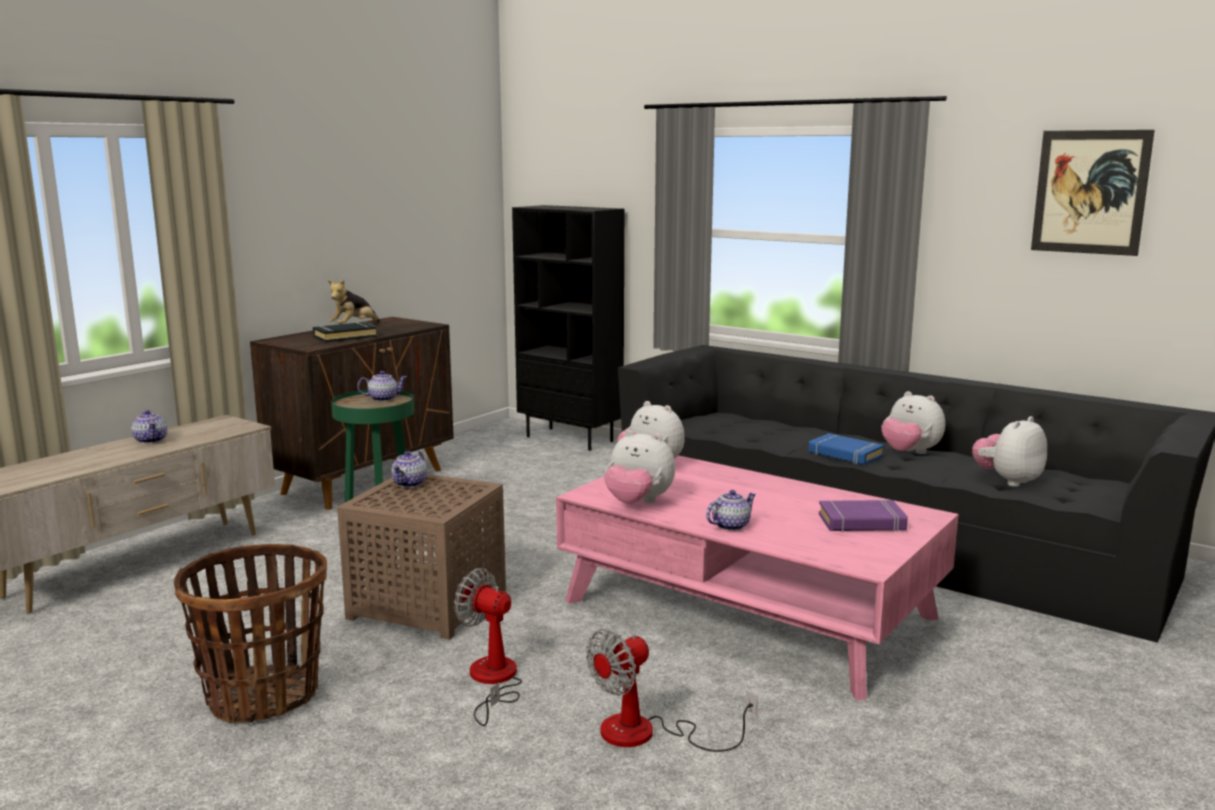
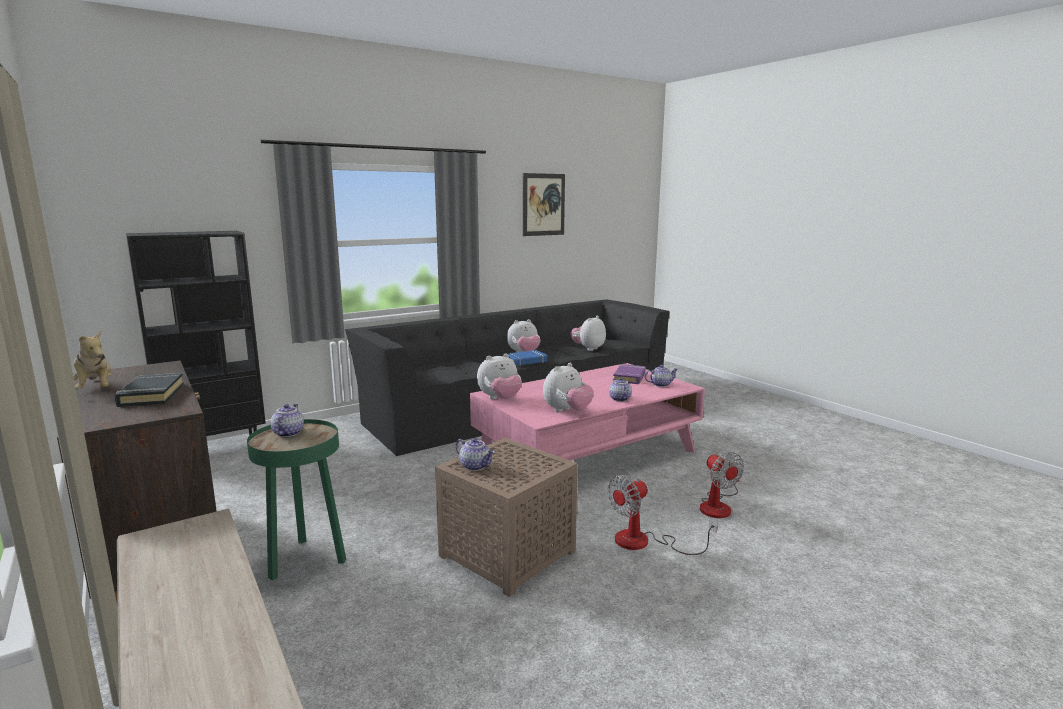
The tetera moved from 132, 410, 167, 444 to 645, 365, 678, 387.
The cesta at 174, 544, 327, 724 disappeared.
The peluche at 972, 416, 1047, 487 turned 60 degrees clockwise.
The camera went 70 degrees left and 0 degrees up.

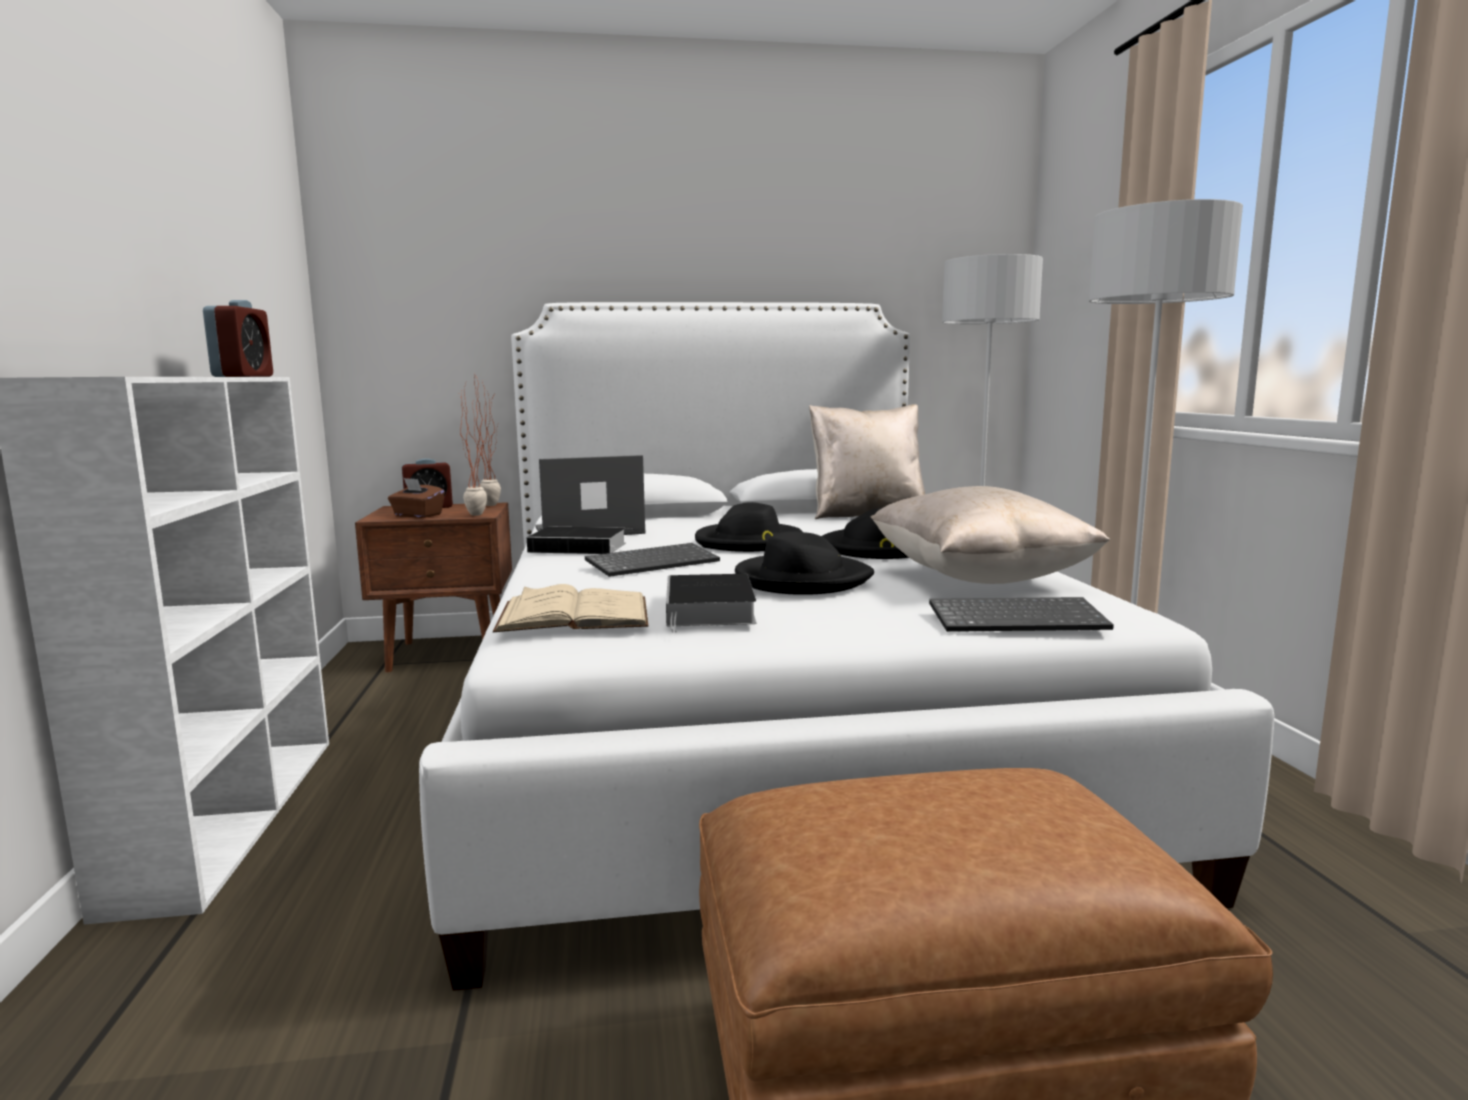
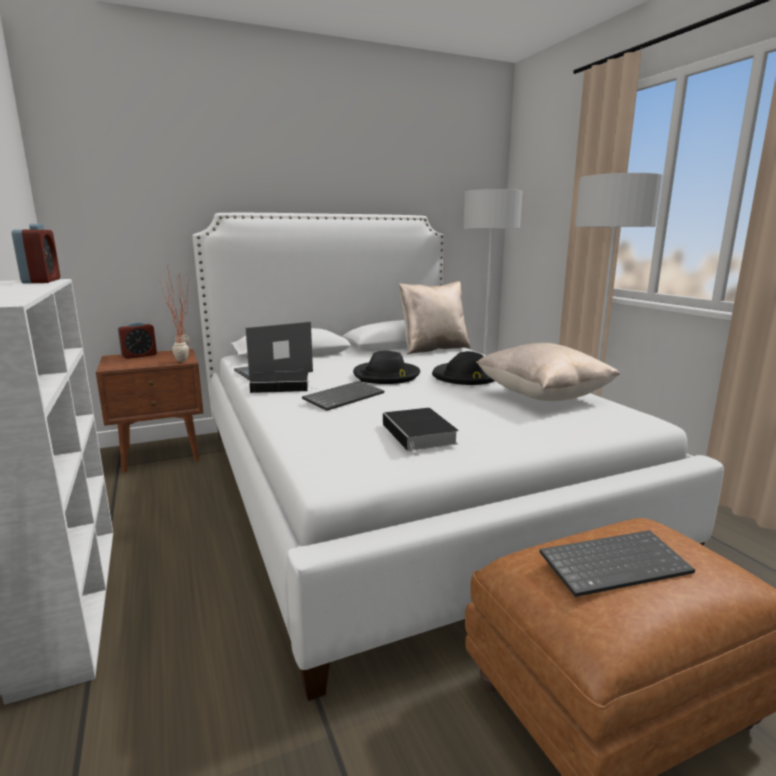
The caja de pañuelos/marrón at 388, 478, 445, 518 disappeared.
The libro/beis at 493, 584, 648, 632 disappeared.
The sombrero/negro at 735, 531, 874, 595 disappeared.
The teclado moved from 929, 597, 1114, 632 to 539, 530, 695, 597.
The camera went 15 degrees left and 5 degrees up.

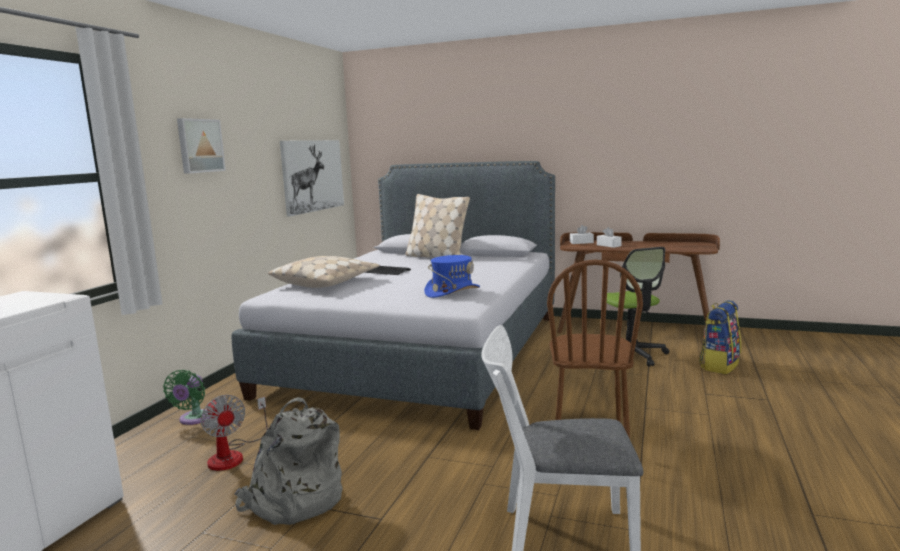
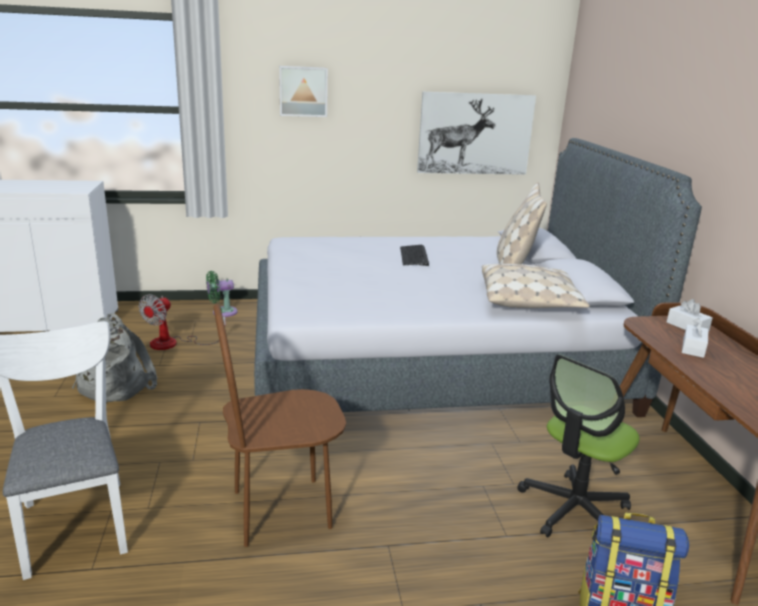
The cojín/beis moved from 268, 256, 380, 288 to 482, 264, 590, 308.
The sombrero/azul at 424, 255, 480, 298 disappeared.
The camera went 60 degrees right and 10 degrees up.

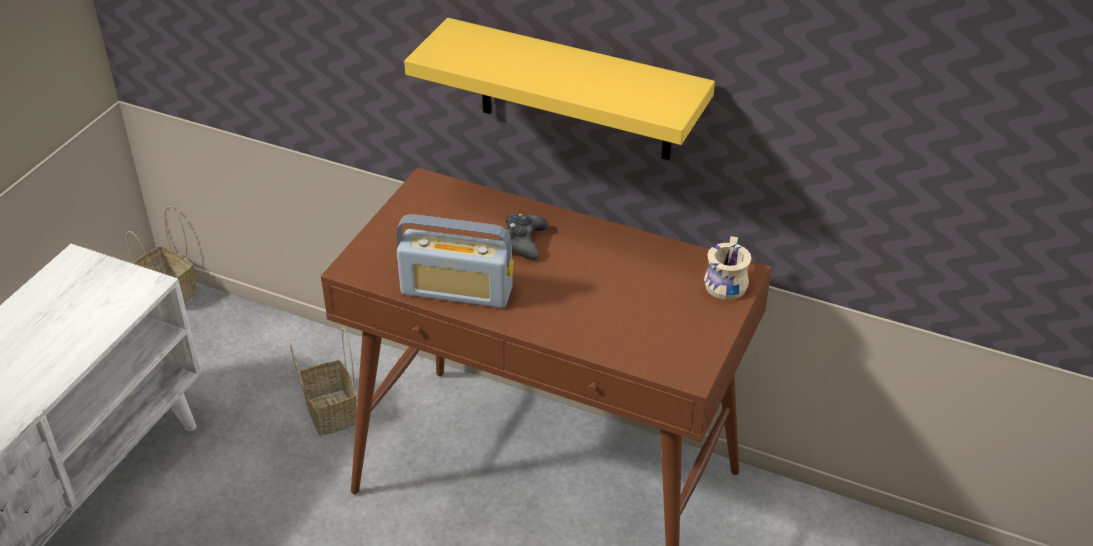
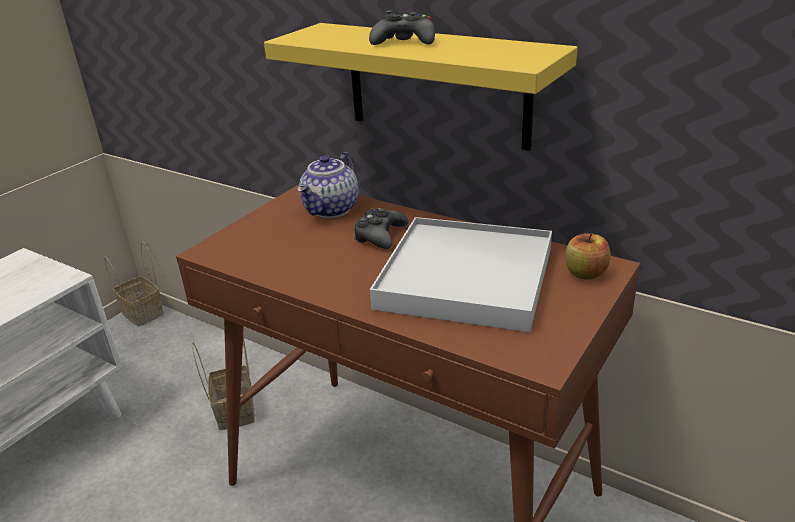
The radio at 396, 214, 514, 308 disappeared.
The taza grande/beis at 704, 236, 751, 300 was replaced by the manzana at 565, 233, 610, 280.
The tetera at 297, 152, 358, 218 appeared.
The mando de consola/negro at 369, 10, 435, 45 appeared.
The bandeja/blanco at 370, 217, 552, 332 appeared.
The camera went 10 degrees right and 10 degrees down.

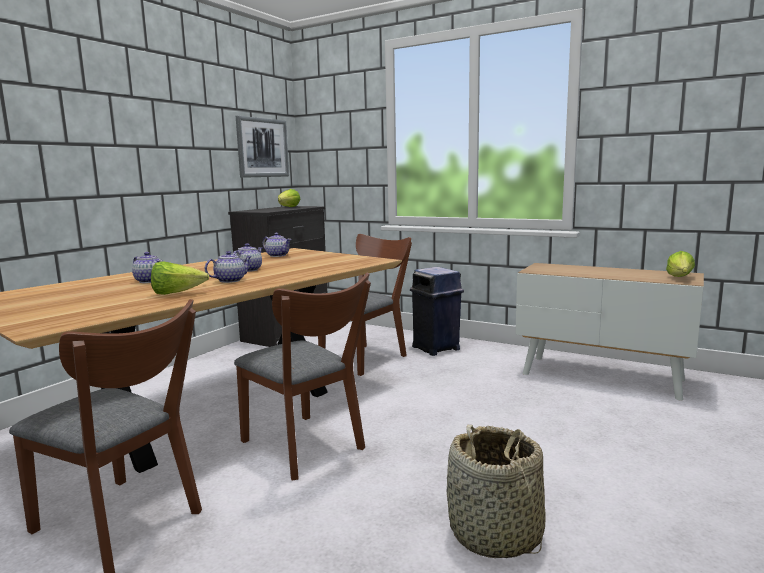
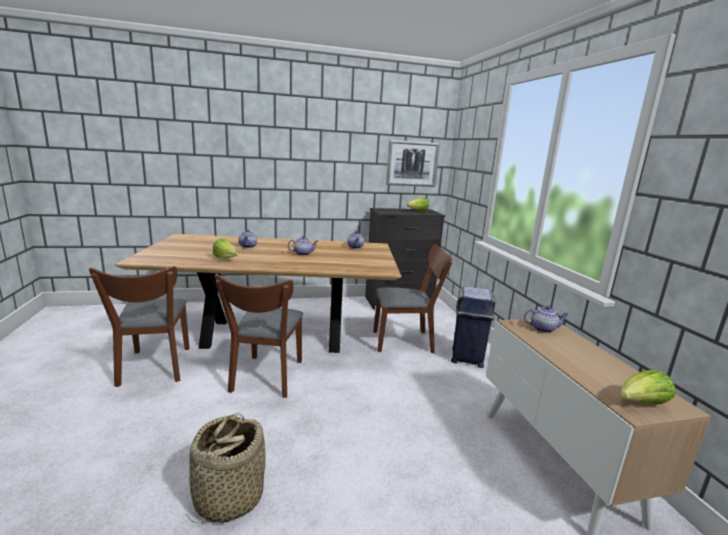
The tetera moved from 205, 251, 252, 283 to 524, 306, 569, 333.
The camera went 45 degrees right and 5 degrees up.

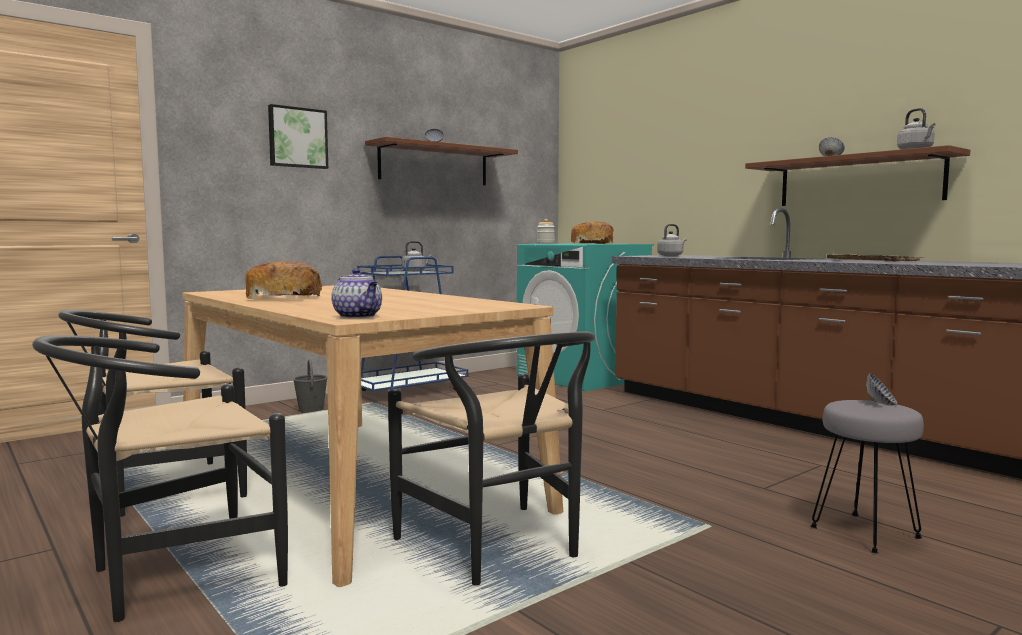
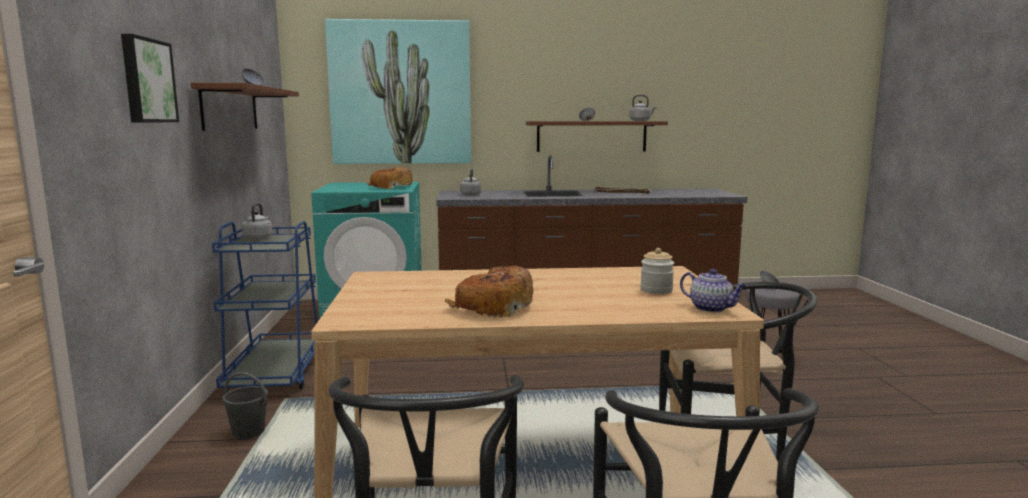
The tetera at 331, 268, 382, 318 turned 45 degrees clockwise.
The tarro moved from 537, 219, 555, 244 to 640, 248, 674, 294.
The cuadro at 325, 19, 471, 164 appeared.
The camera went 55 degrees left and 5 degrees up.

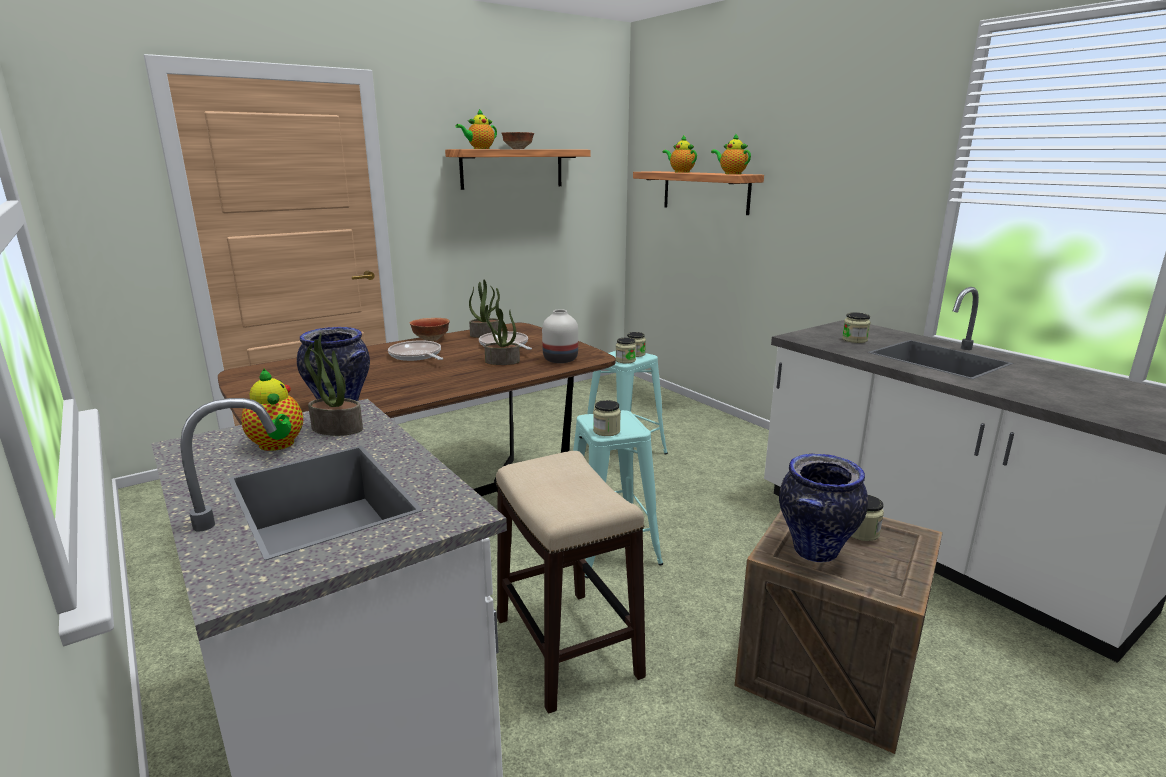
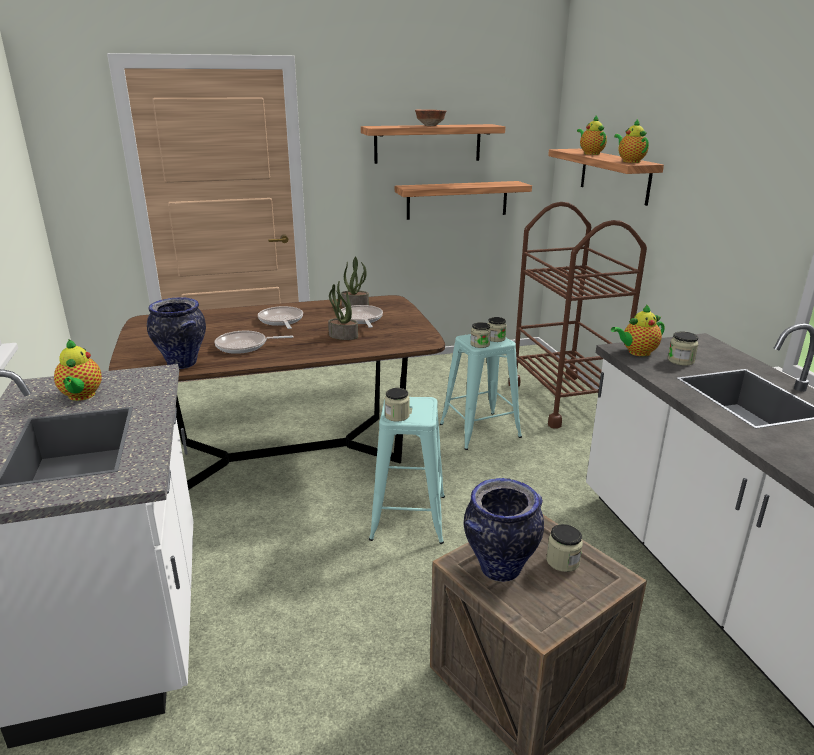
The planta en maceta at 304, 333, 363, 436 disappeared.
The cuenco at 410, 318, 450, 341 disappeared.
The tetera moved from 455, 109, 497, 149 to 611, 304, 665, 356.
The taburete at 496, 451, 646, 714 disappeared.
The florero/blanco at 542, 309, 578, 363 disappeared.
The sartén at 215, 331, 294, 354 appeared.
The estante at 395, 181, 532, 220 appeared.
The carrito/marrón at 508, 202, 647, 428 appeared.
The camera went 20 degrees right and 5 degrees up.

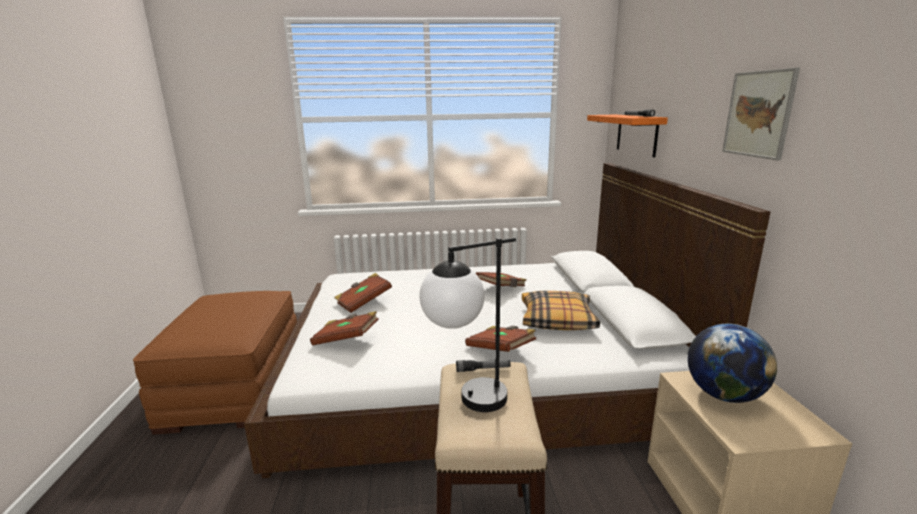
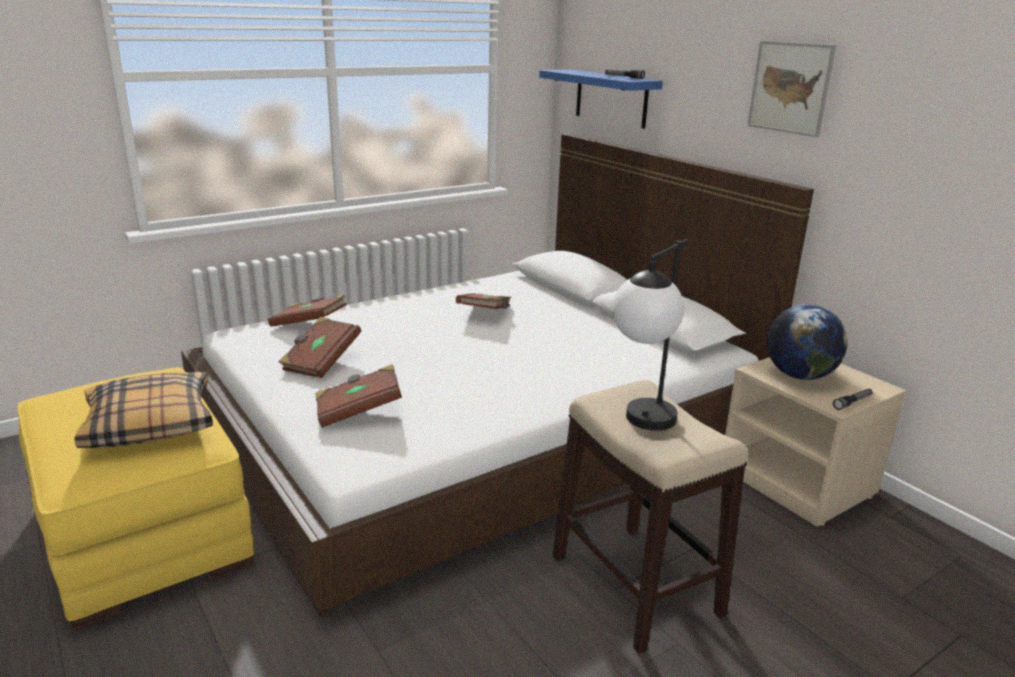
The puf/marrón at 133, 291, 297, 435 became the puf/amarillo at 18, 367, 254, 630.
The linterna moved from 456, 360, 511, 372 to 833, 389, 873, 410.
The libro/marrón moved from 465, 326, 536, 352 to 268, 295, 347, 327.
The cojín moved from 522, 291, 600, 330 to 74, 372, 213, 448.
The estante/naranja at 587, 115, 668, 158 became the estante/azul at 539, 69, 663, 129.
The camera went 30 degrees left and 5 degrees up.

